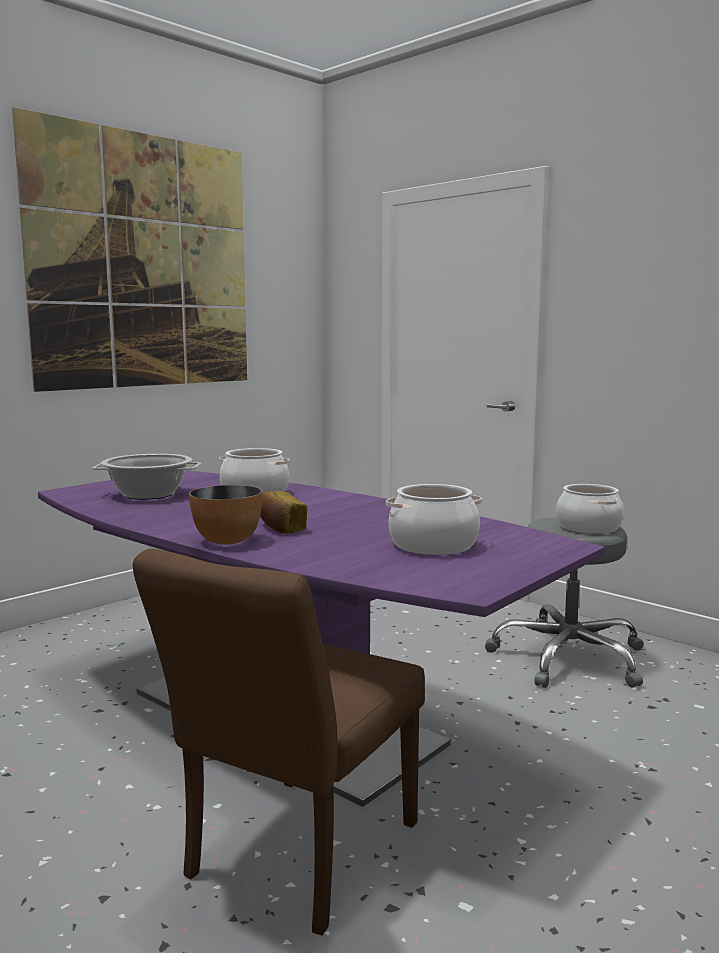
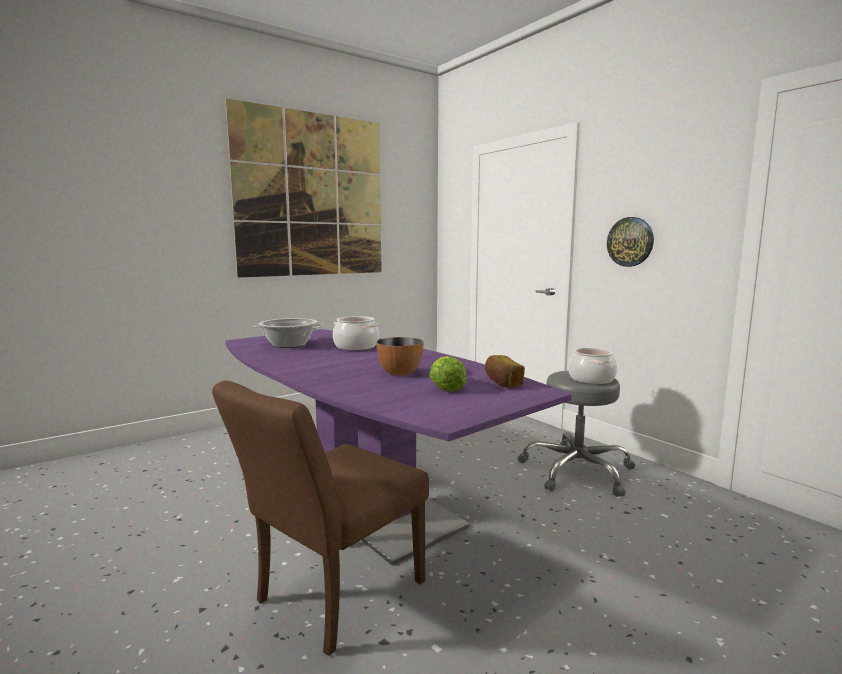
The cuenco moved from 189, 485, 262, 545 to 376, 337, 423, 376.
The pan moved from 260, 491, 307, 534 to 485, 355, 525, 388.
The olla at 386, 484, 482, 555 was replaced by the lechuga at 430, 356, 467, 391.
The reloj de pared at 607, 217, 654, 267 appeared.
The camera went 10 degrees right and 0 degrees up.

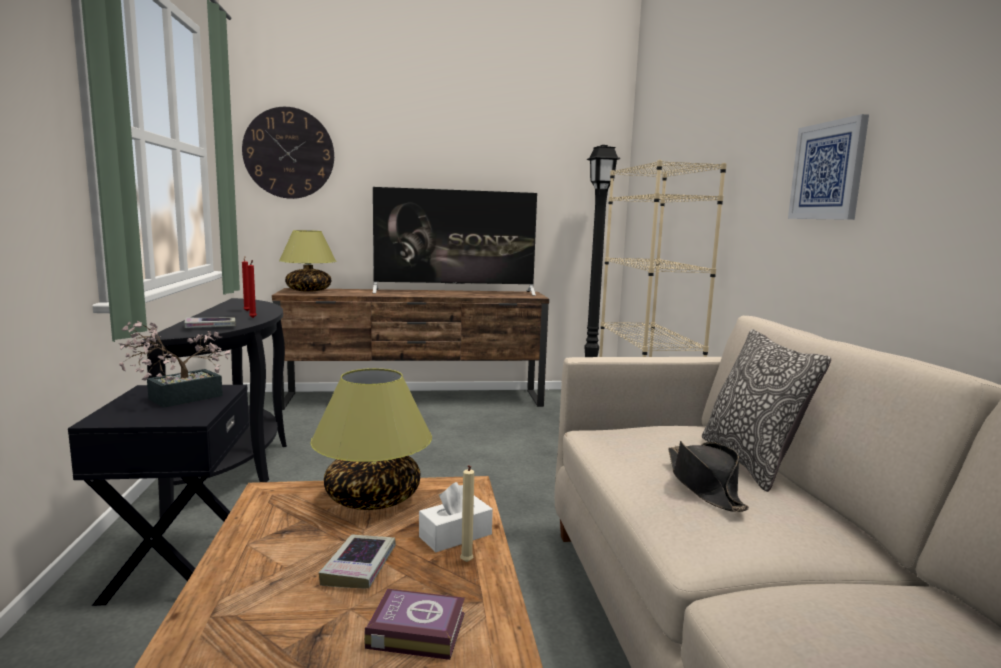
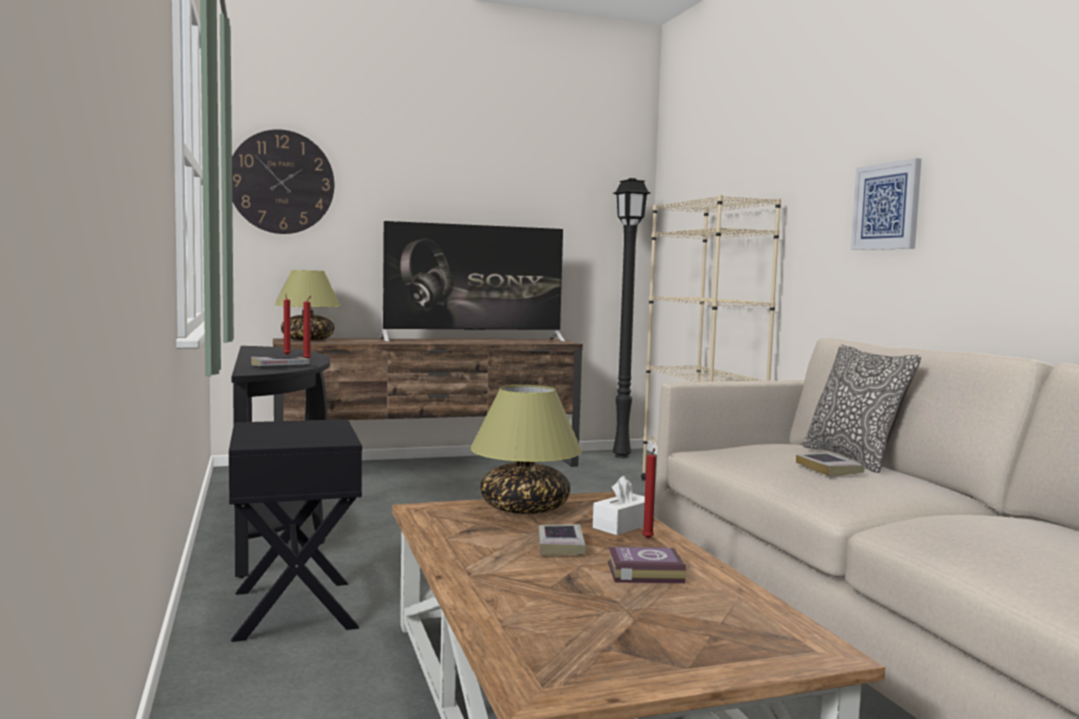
The planta en maceta at 119, 321, 230, 408 disappeared.
The vela/beis at 460, 465, 474, 562 became the vela/rojo at 642, 448, 656, 539.
The sombrero/negro at 668, 441, 749, 512 was replaced by the libro at 796, 452, 864, 476.
The camera went 10 degrees left and 5 degrees down.

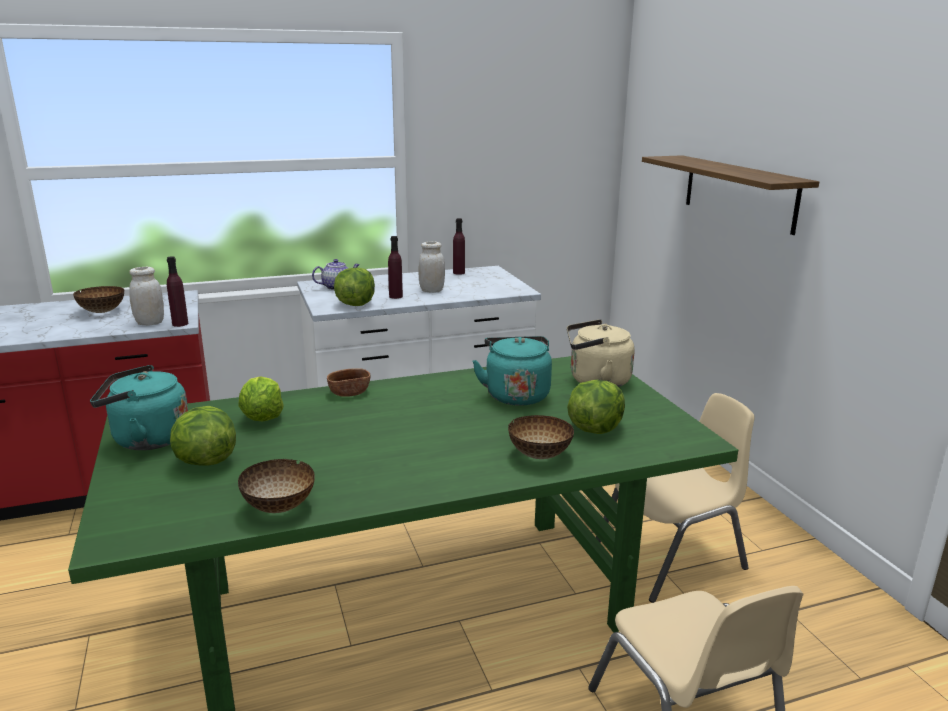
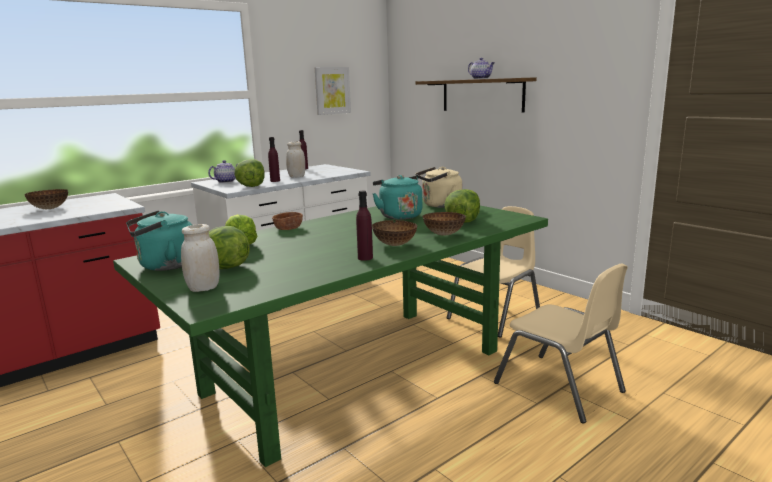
The tarro/blanco moved from 129, 267, 164, 325 to 181, 224, 220, 292.
The botella/morado moved from 167, 256, 188, 327 to 356, 191, 373, 261.
The cuenco moved from 238, 459, 315, 513 to 372, 220, 417, 246.
The cuadro at 315, 67, 351, 115 appeared.
The tetera at 468, 58, 495, 79 appeared.
The camera went 20 degrees left and 5 degrees down.

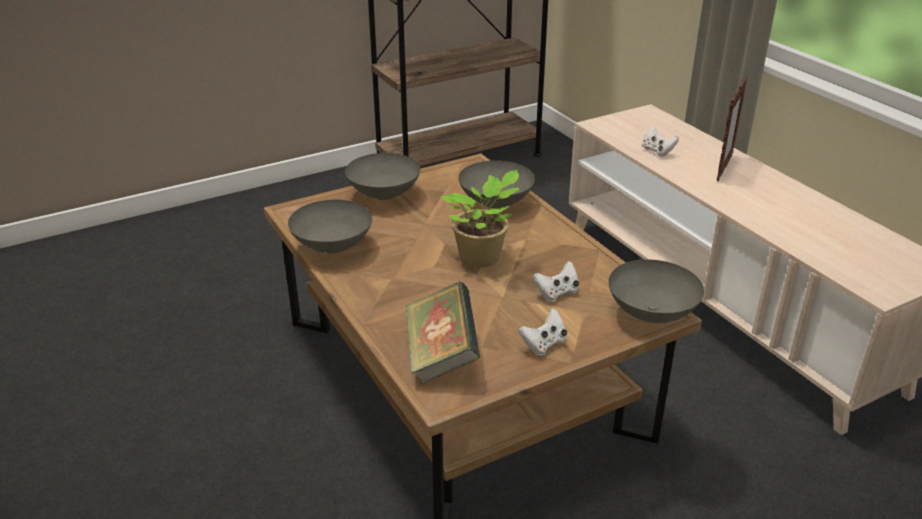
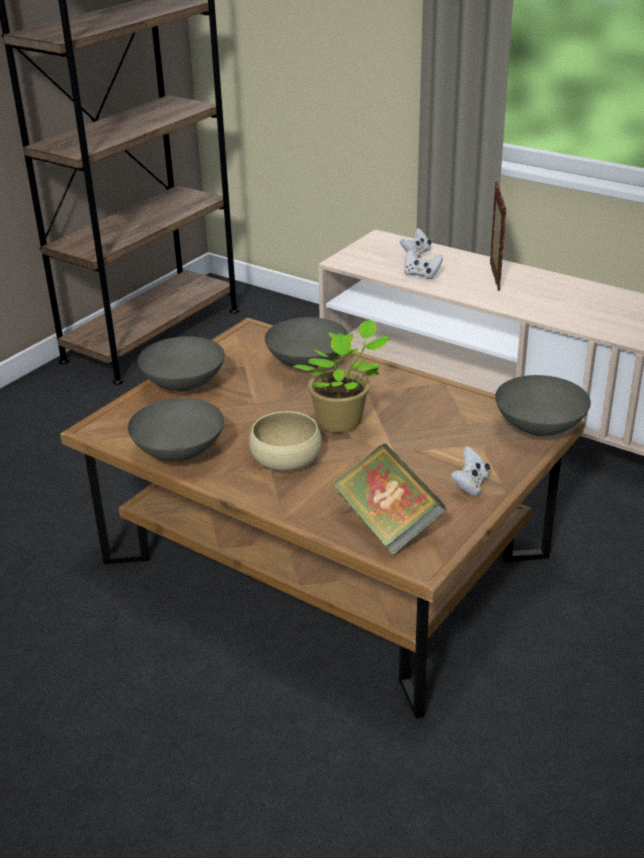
The mando de consola/blanco moved from 533, 261, 579, 302 to 400, 228, 431, 258.
The cuenco/beis at 249, 411, 322, 471 appeared.
The camera went 25 degrees left and 0 degrees up.

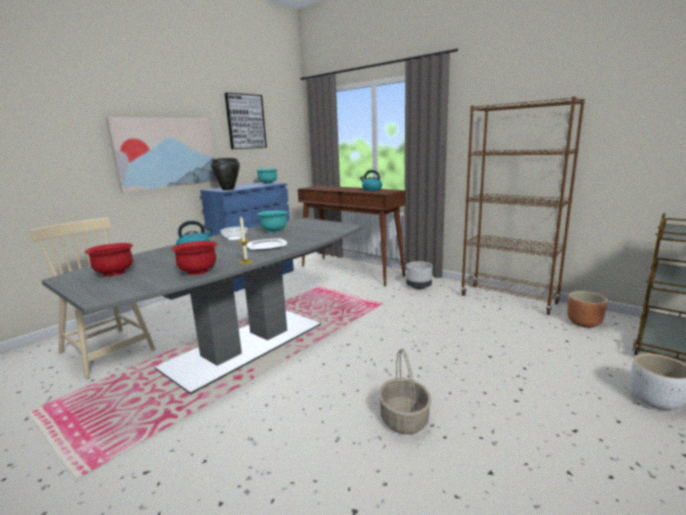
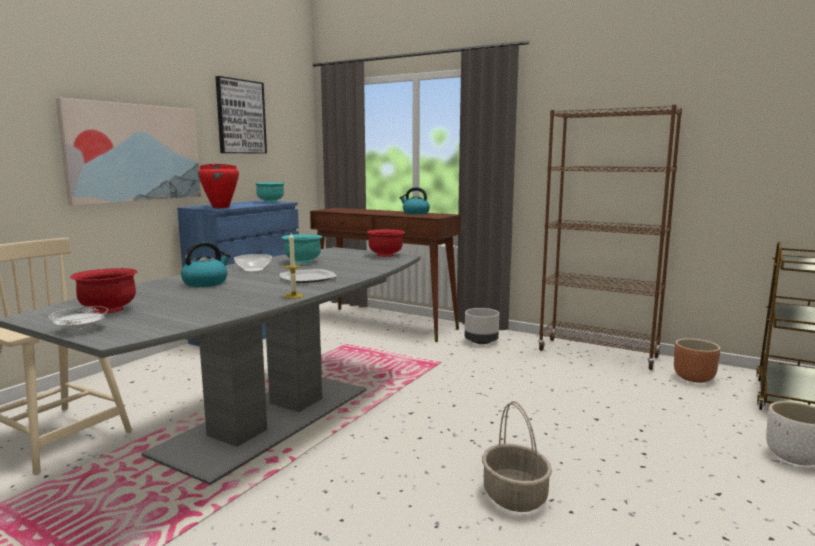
The cuenco/rojo moved from 171, 241, 217, 275 to 367, 229, 405, 257.
The olla/negro at 211, 158, 240, 190 became the olla/rojo at 198, 164, 239, 208.
The plato/blanco at 49, 306, 108, 330 appeared.
The camera went 10 degrees left and 5 degrees down.

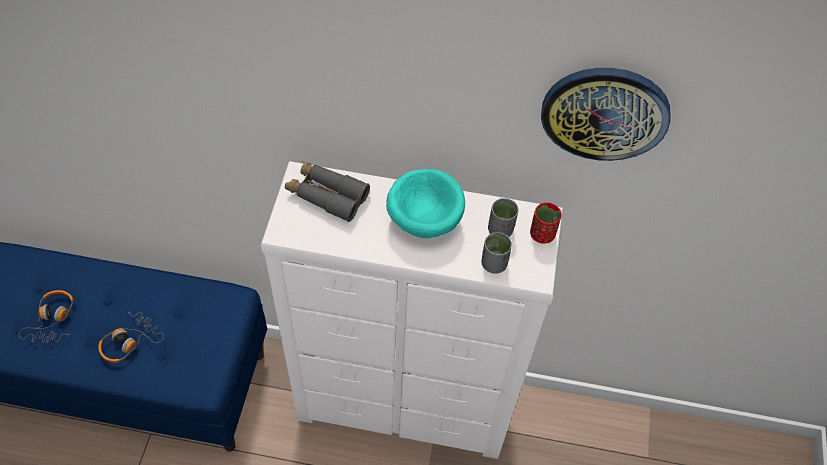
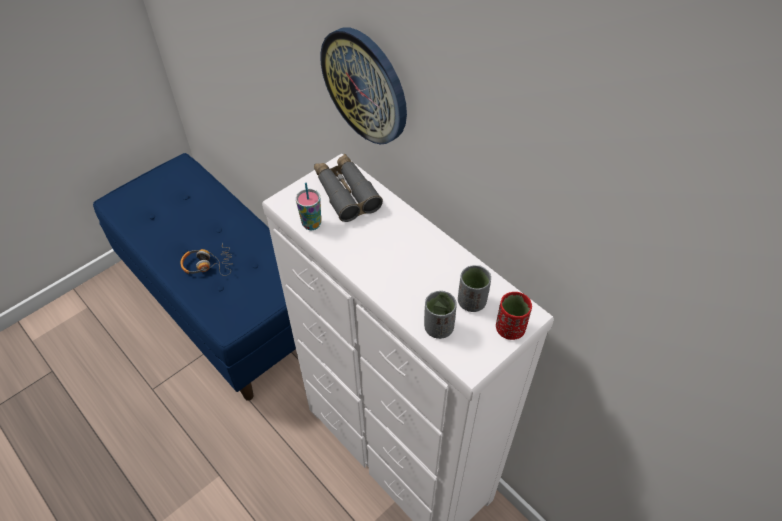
The auriculares at 19, 290, 74, 343 disappeared.
The cuenco/turquesa at 386, 169, 465, 238 disappeared.
The reloj de pared moved from 541, 68, 671, 161 to 320, 27, 407, 144.
The taza at 296, 183, 321, 230 appeared.
The camera went 40 degrees right and 5 degrees down.

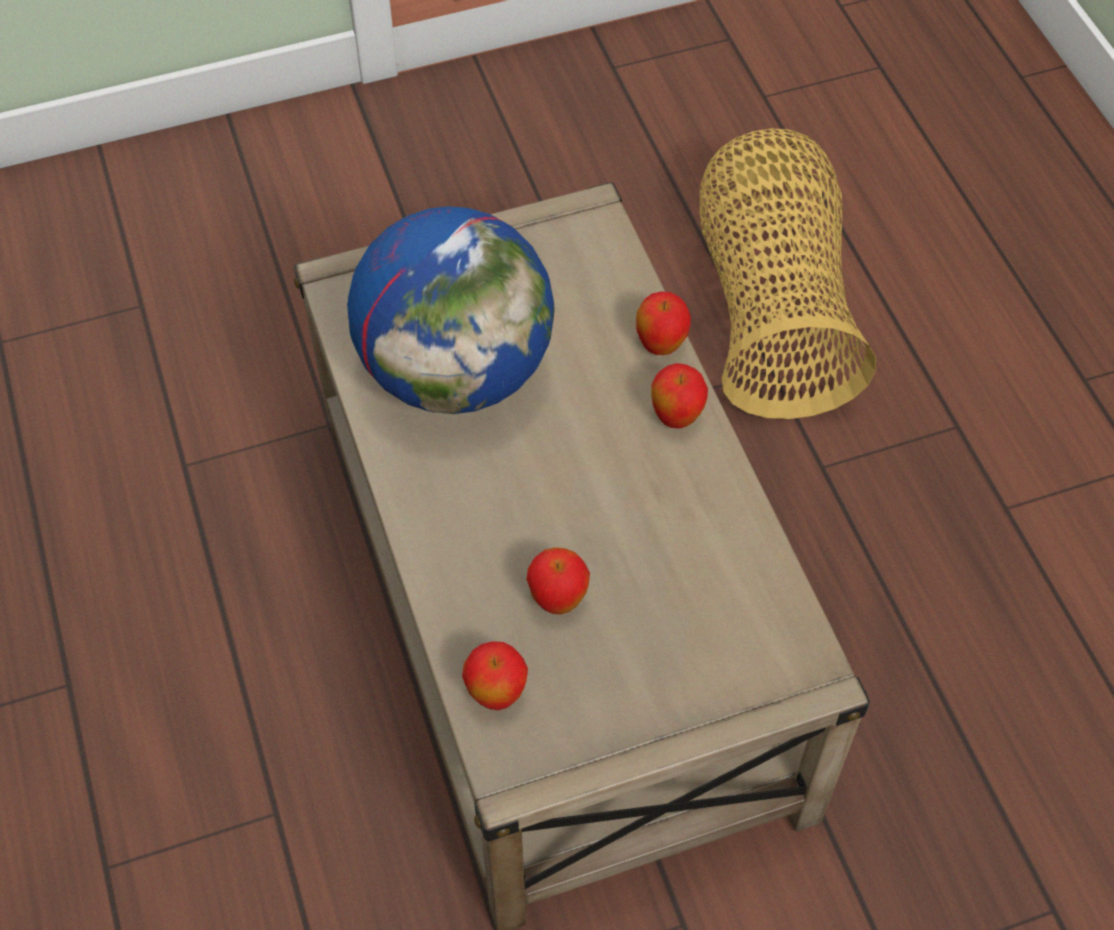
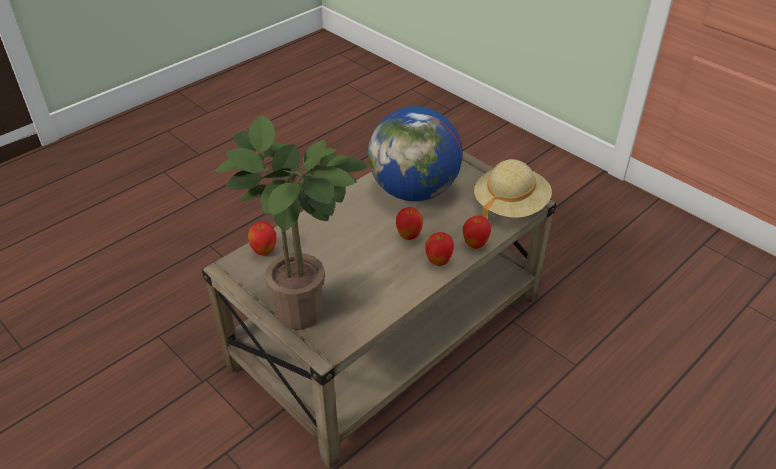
The manzana moved from 526, 547, 590, 615 to 396, 207, 423, 240.
The cesta at 700, 128, 876, 419 disappeared.
The planta en maceta at 215, 115, 367, 330 appeared.
The sombrero/beis at 474, 159, 552, 219 appeared.
The camera went 65 degrees right and 15 degrees down.

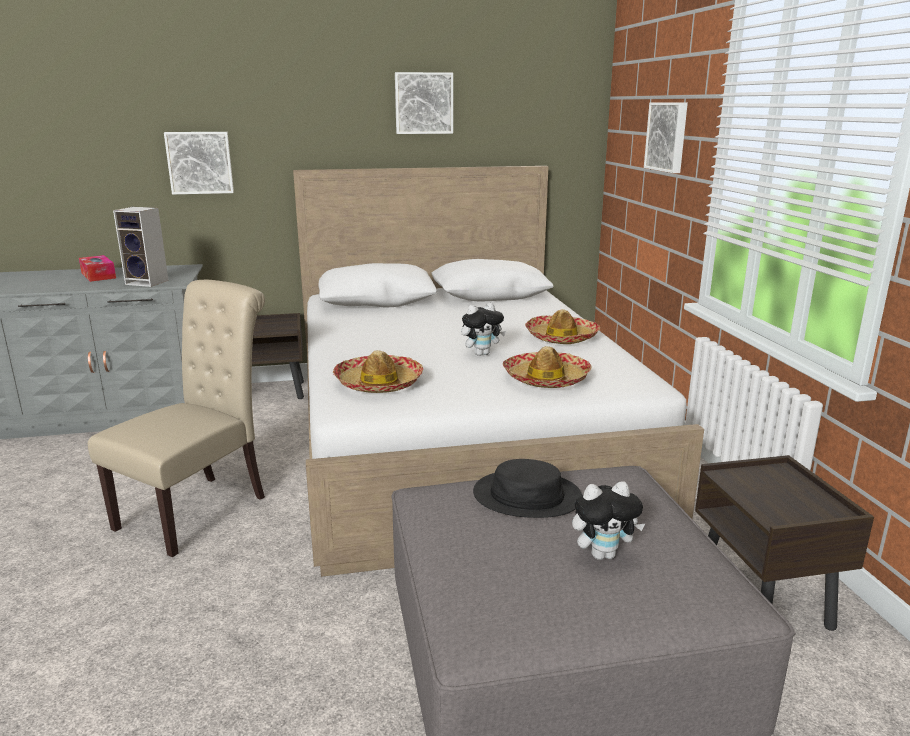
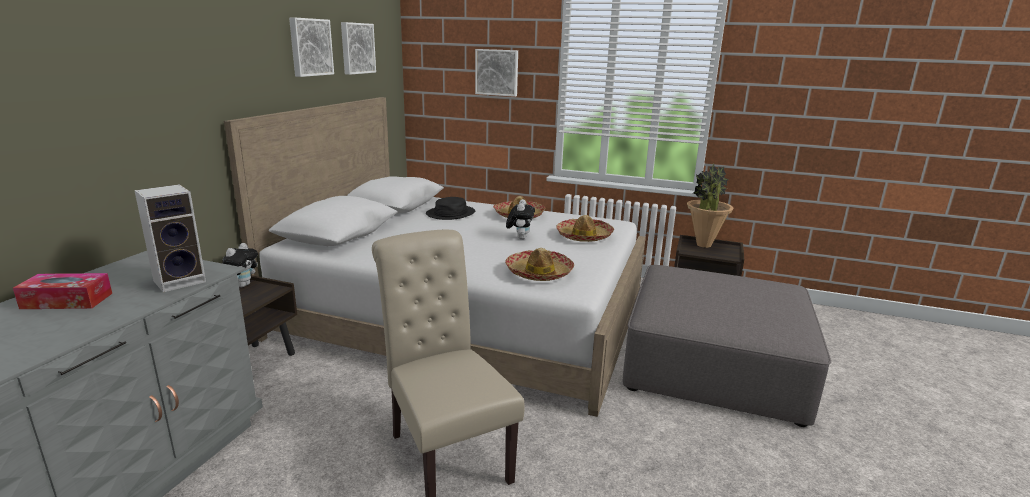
The cuadro moved from 164, 132, 234, 195 to 341, 22, 376, 75.
The sombrero/negro moved from 473, 459, 582, 518 to 426, 197, 475, 220.
The peluche moved from 572, 482, 645, 560 to 222, 243, 258, 288.
The planta en maceta at 687, 164, 734, 248 appeared.
The camera went 60 degrees left and 0 degrees up.

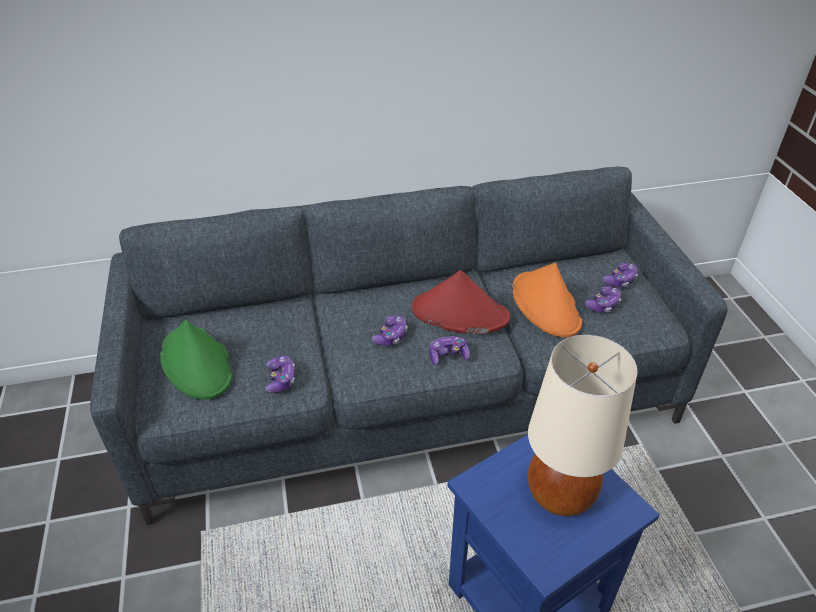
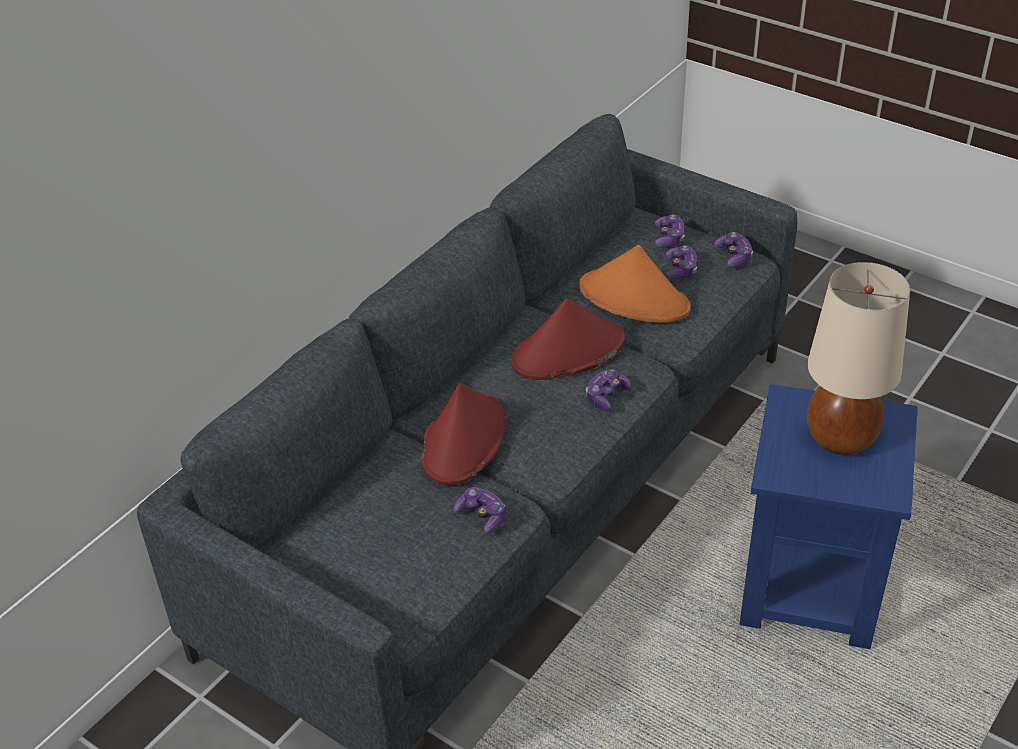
The sombrero/verde at 160, 320, 233, 399 disappeared.
The mando de consola moved from 372, 316, 408, 346 to 714, 232, 753, 268.
The sombrero/rojo at 421, 383, 505, 485 appeared.
The camera went 40 degrees left and 0 degrees up.

